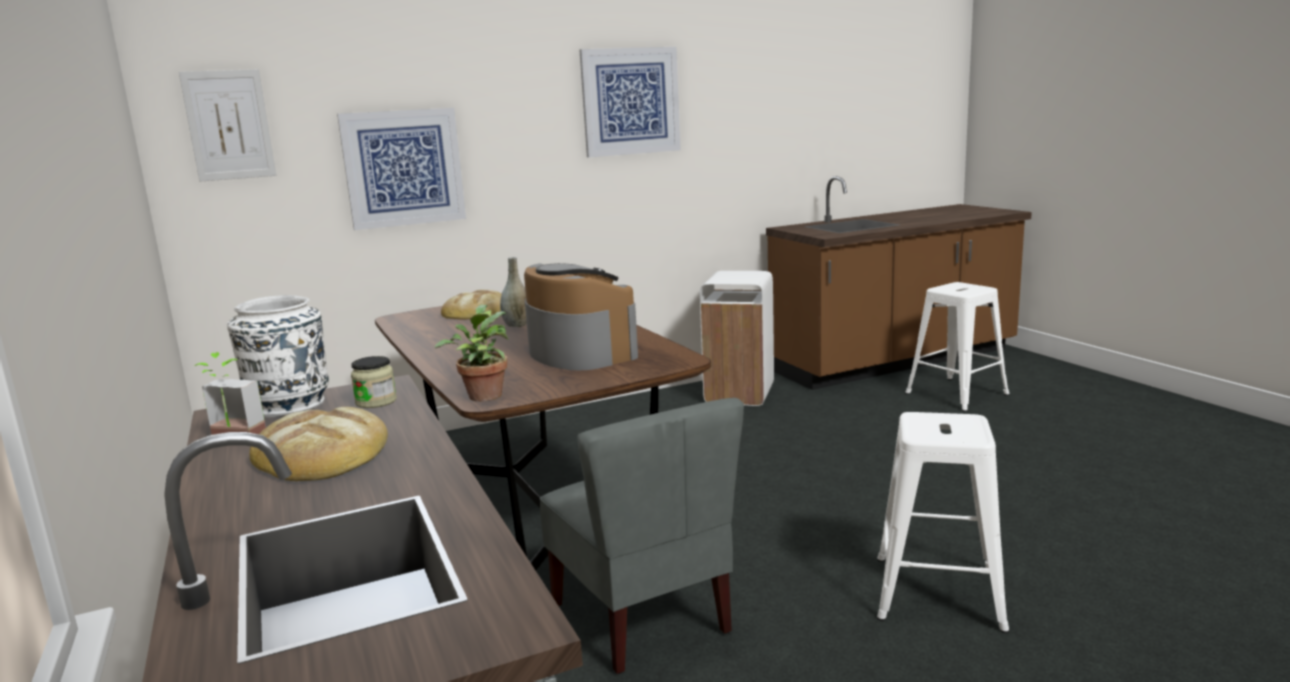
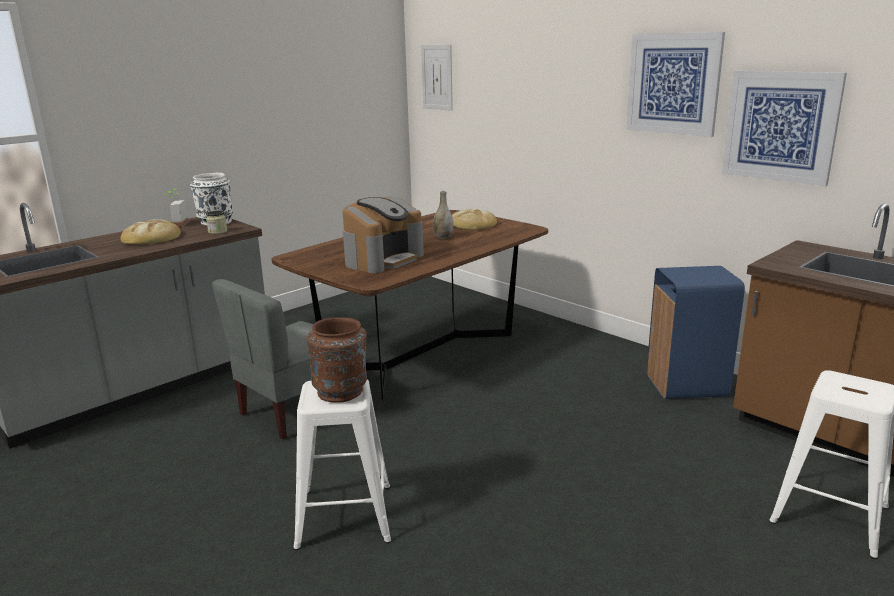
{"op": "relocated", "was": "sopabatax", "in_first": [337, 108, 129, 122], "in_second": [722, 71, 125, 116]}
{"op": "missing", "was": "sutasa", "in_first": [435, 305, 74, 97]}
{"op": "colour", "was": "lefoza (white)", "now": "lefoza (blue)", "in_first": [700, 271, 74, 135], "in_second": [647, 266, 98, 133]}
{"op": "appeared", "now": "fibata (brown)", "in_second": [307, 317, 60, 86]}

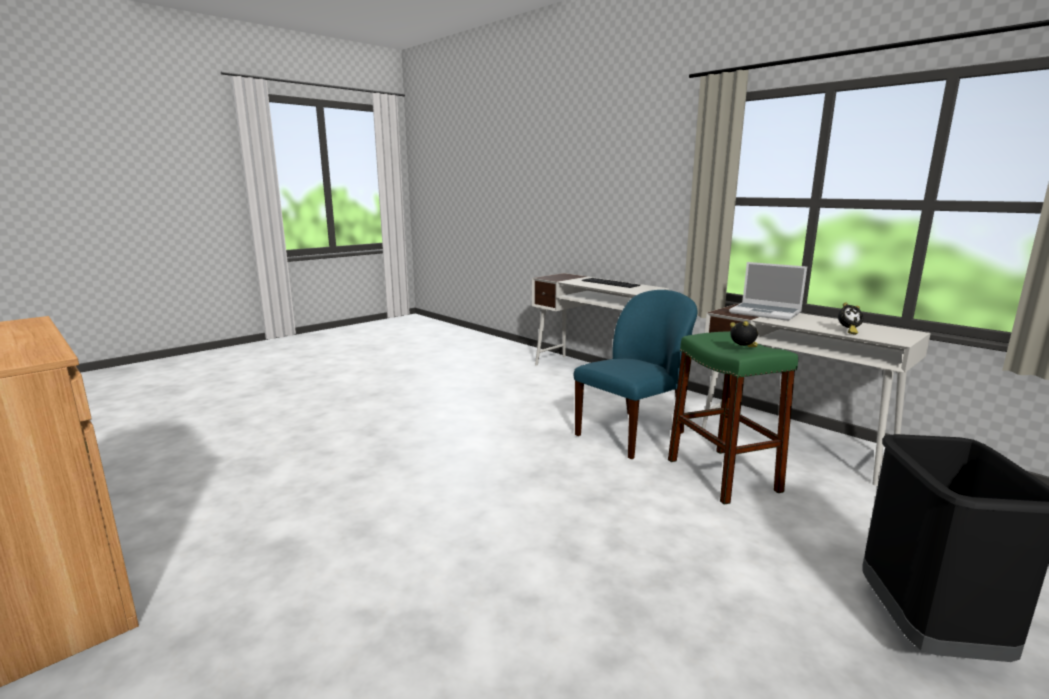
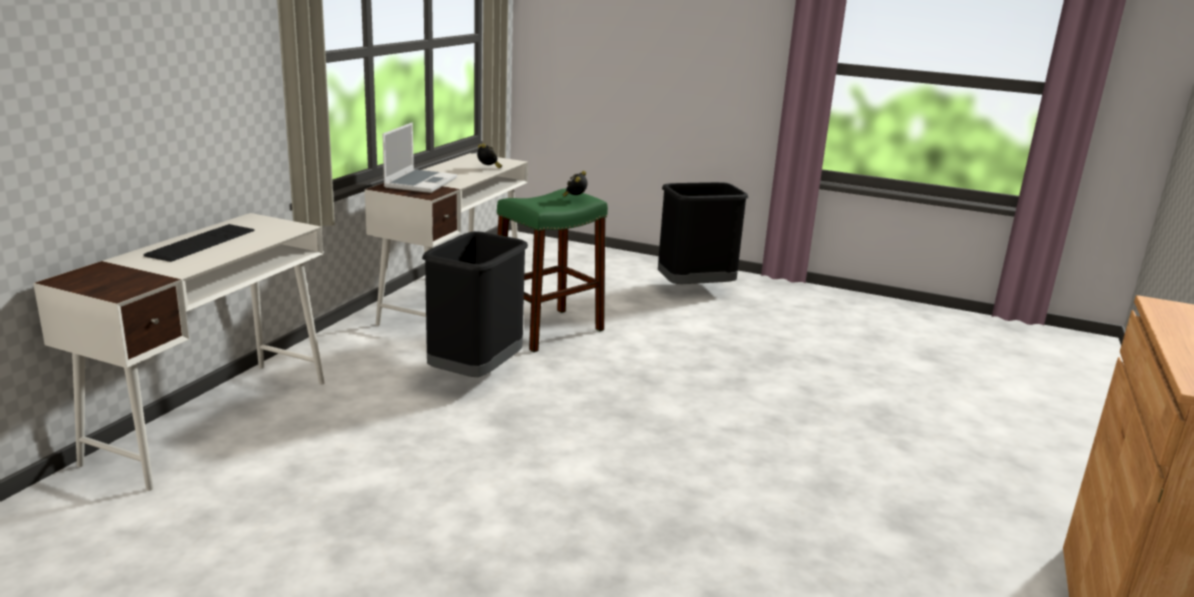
{"op": "exchanged", "was": "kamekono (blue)", "now": "lefoza (black)", "in_first": [573, 290, 124, 169], "in_second": [422, 231, 106, 146]}

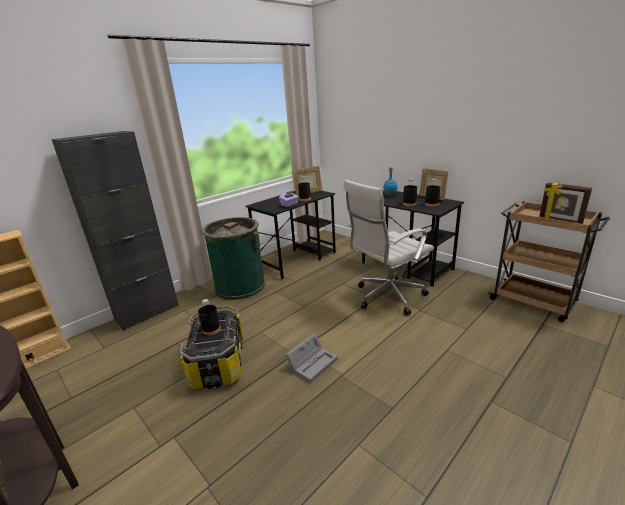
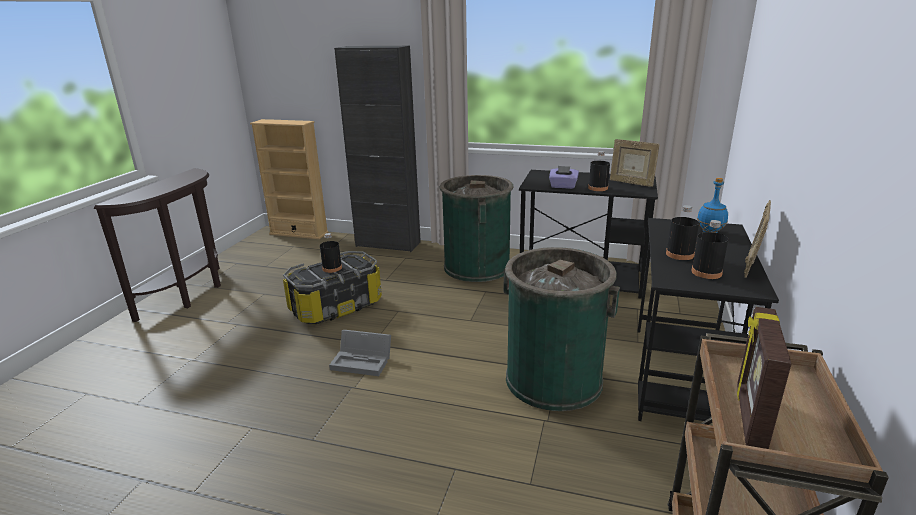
{"op": "exchanged", "was": "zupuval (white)", "now": "lefoza (green)", "in_first": [343, 180, 91, 135], "in_second": [504, 247, 116, 164]}

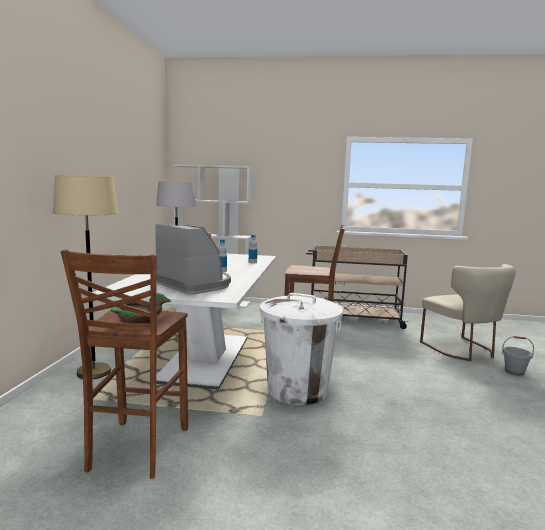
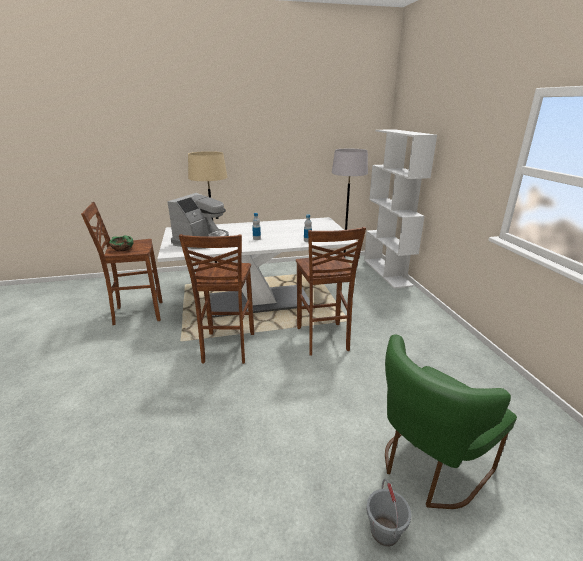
{"op": "exchanged", "was": "lefoza (white)", "now": "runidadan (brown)", "in_first": [260, 293, 83, 112], "in_second": [179, 234, 75, 130]}
{"op": "missing", "was": "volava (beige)", "in_first": [306, 245, 102, 84]}
{"op": "colour", "was": "kamekono (beige)", "now": "kamekono (green)", "in_first": [420, 264, 96, 97], "in_second": [385, 335, 132, 174]}

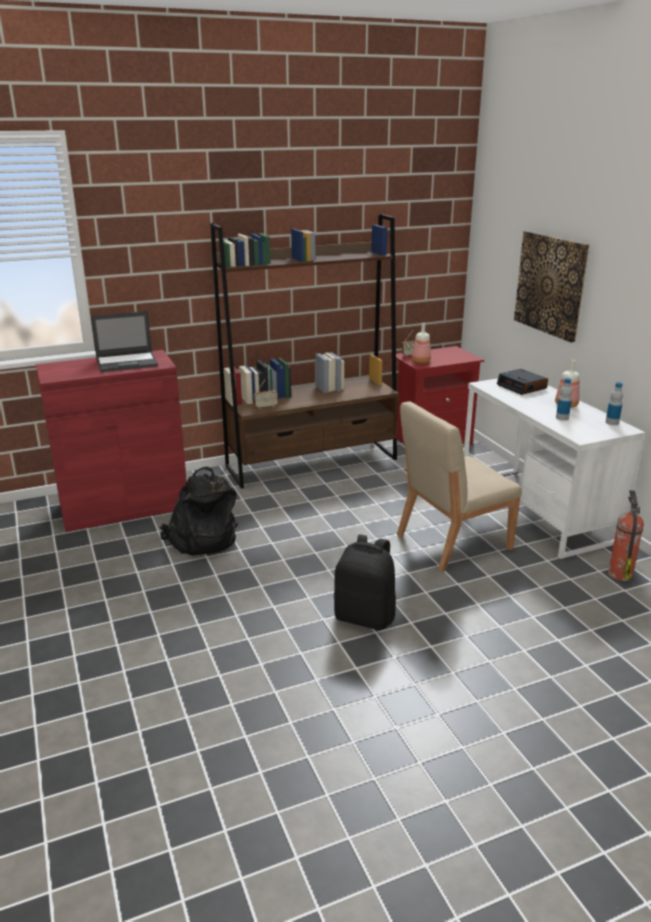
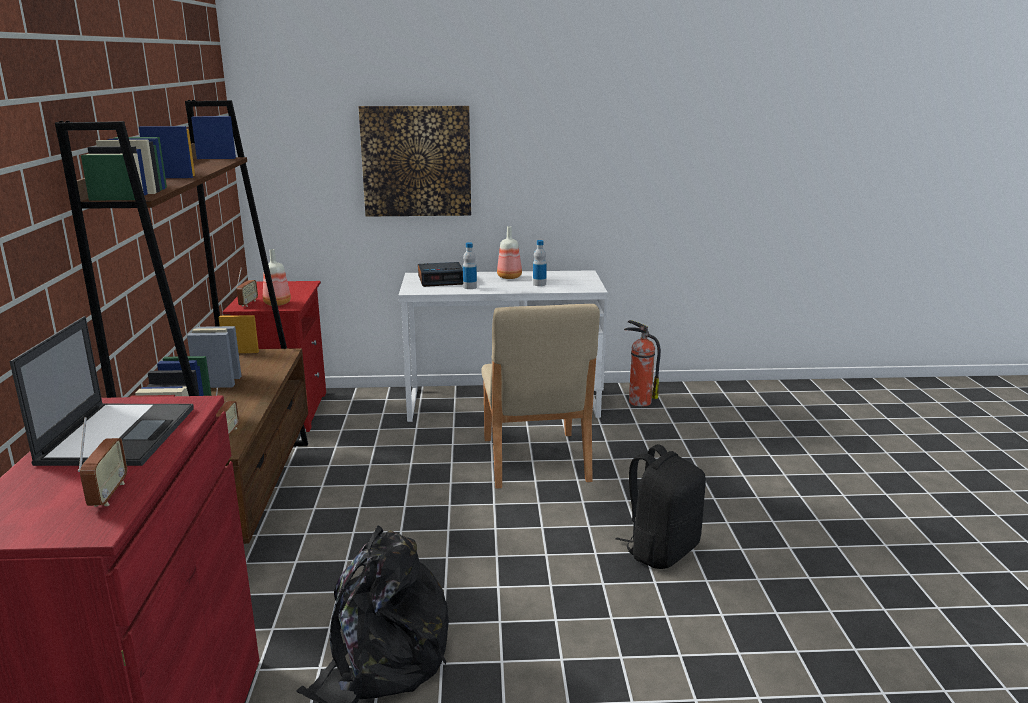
{"op": "relocated", "was": "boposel", "in_first": [606, 382, 17, 43], "in_second": [463, 242, 14, 47]}
{"op": "appeared", "now": "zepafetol", "in_second": [78, 417, 49, 90]}

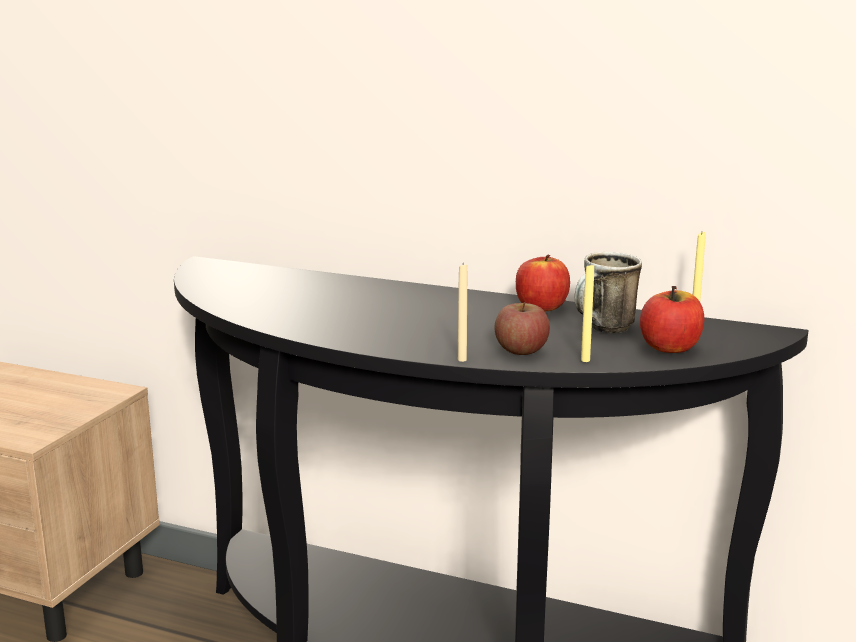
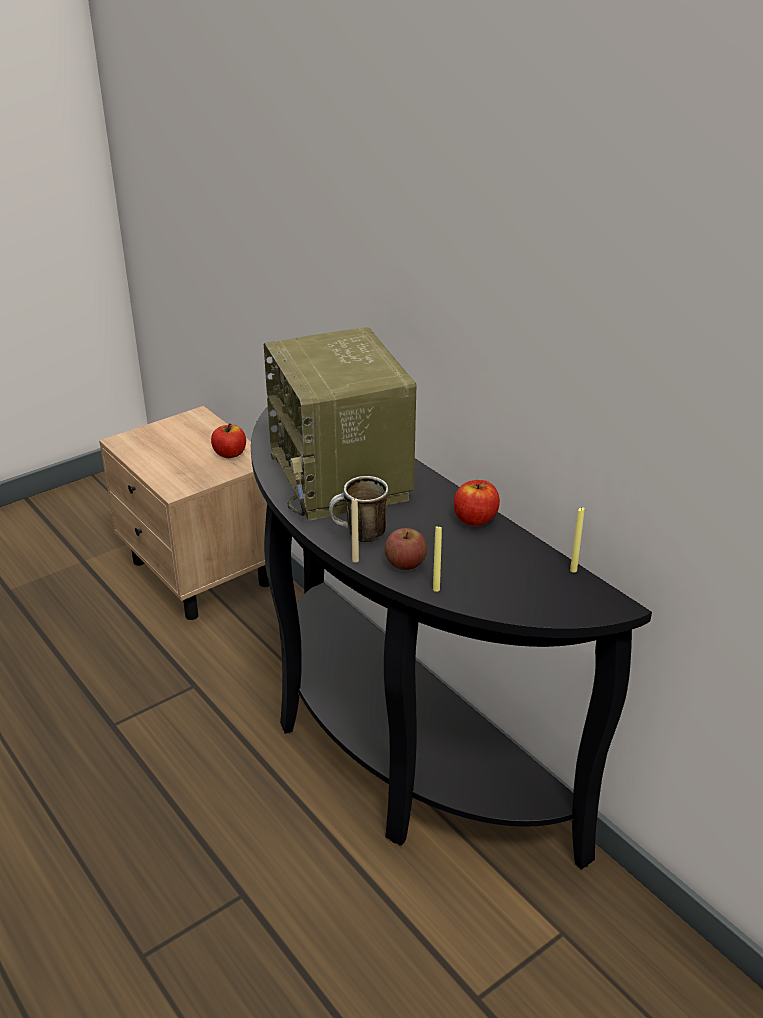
{"op": "relocated", "was": "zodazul", "in_first": [574, 252, 68, 81], "in_second": [329, 476, 59, 66]}
{"op": "relocated", "was": "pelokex", "in_first": [640, 286, 64, 67], "in_second": [211, 423, 35, 35]}
{"op": "appeared", "now": "zepafetol", "in_second": [264, 327, 153, 194]}

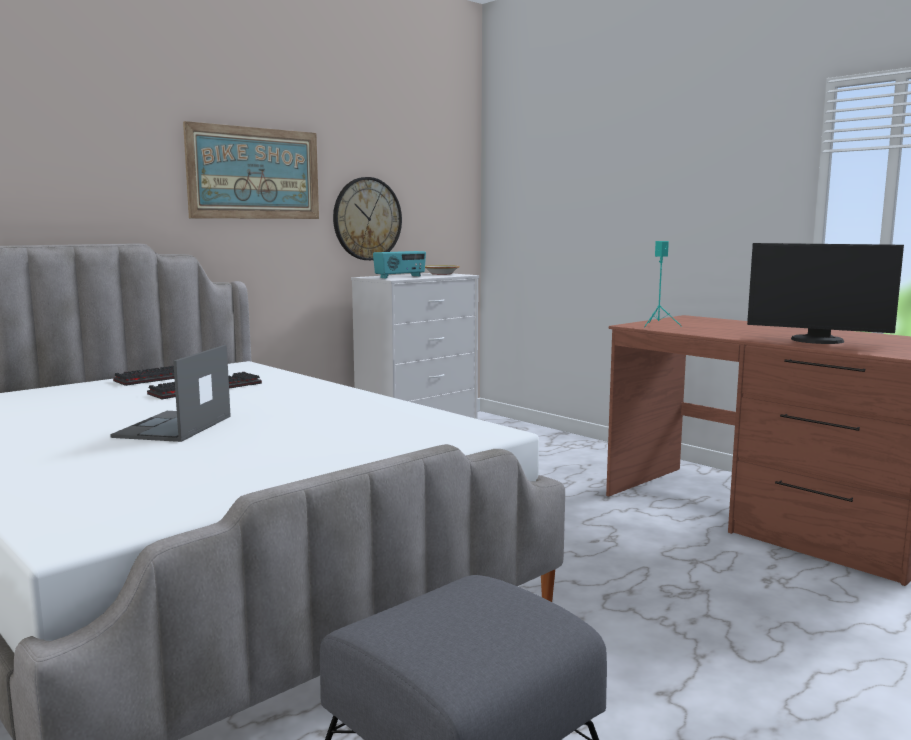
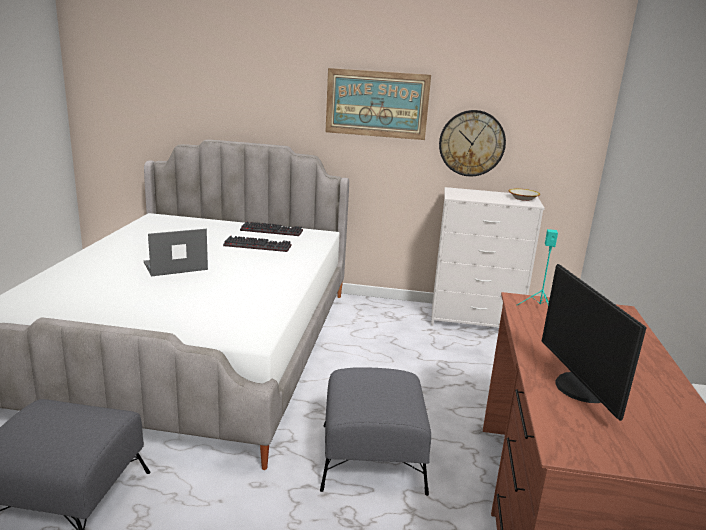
{"op": "missing", "was": "zepafetol", "in_first": [373, 251, 53, 27]}
{"op": "appeared", "now": "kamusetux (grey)", "in_second": [320, 367, 111, 129]}

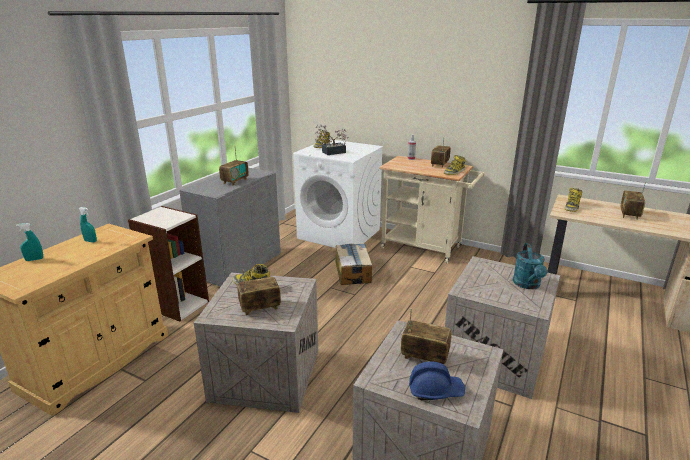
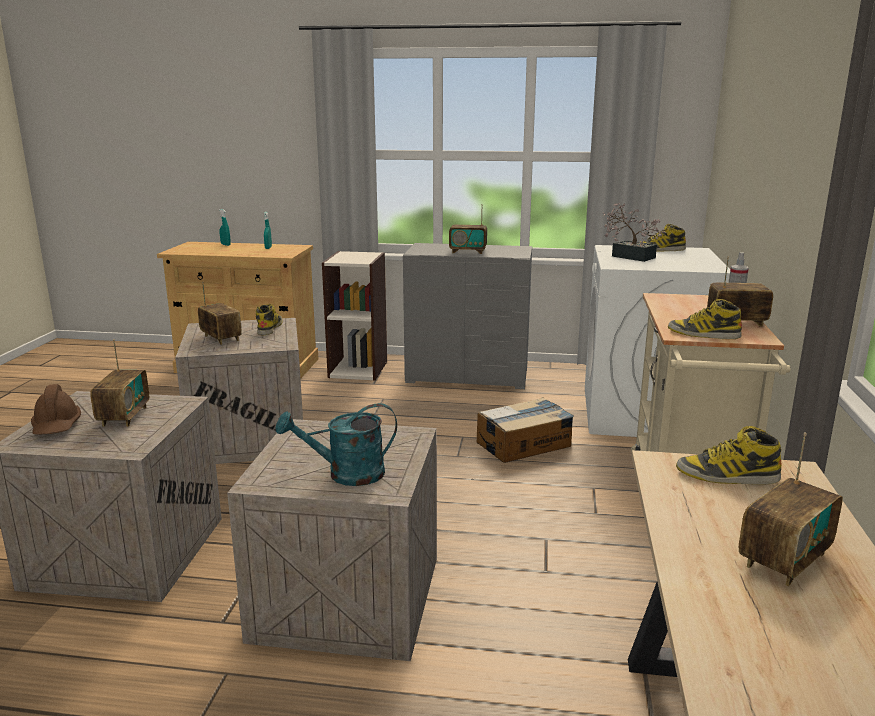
{"op": "colour", "was": "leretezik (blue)", "now": "leretezik (brown)", "in_first": [409, 361, 56, 39], "in_second": [31, 384, 50, 50]}
{"op": "spun", "was": "zepafetol", "in_first": [620, 182, 26, 38], "in_second": [739, 432, 104, 154], "clockwise": 135}

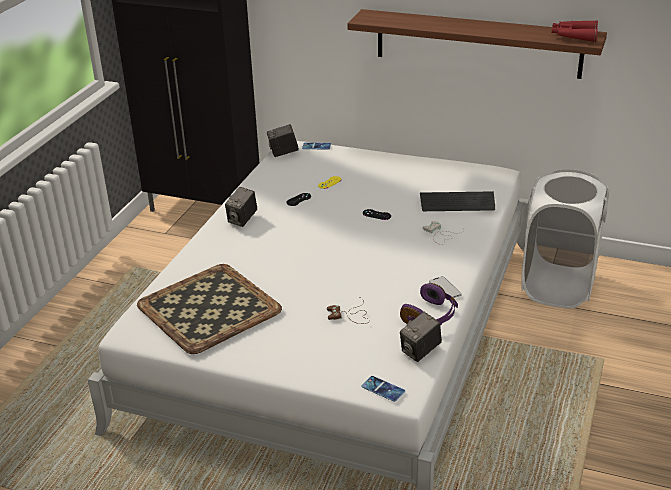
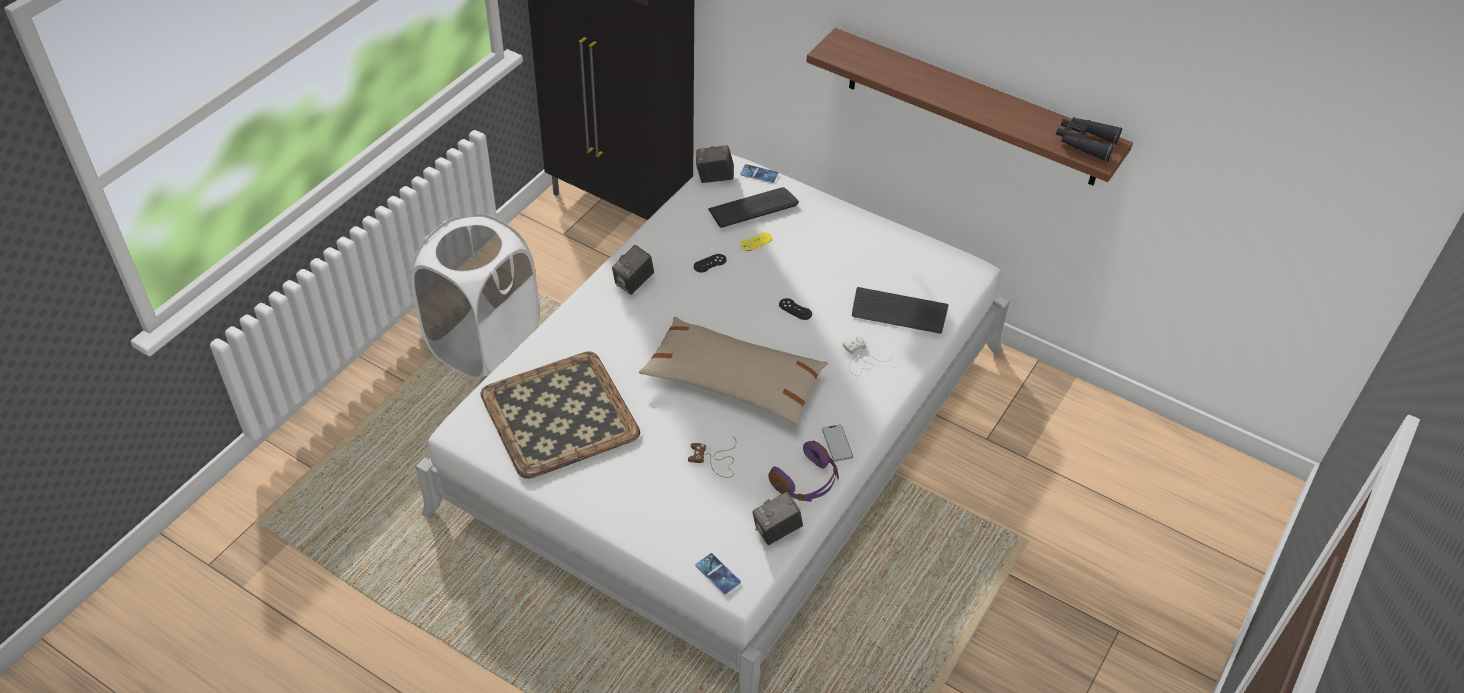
{"op": "relocated", "was": "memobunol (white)", "in_first": [521, 169, 88, 139], "in_second": [411, 213, 129, 167]}
{"op": "colour", "was": "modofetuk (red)", "now": "modofetuk (black)", "in_first": [552, 20, 46, 22], "in_second": [1056, 117, 66, 45]}
{"op": "appeared", "now": "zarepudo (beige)", "in_second": [639, 317, 189, 108]}
{"op": "appeared", "now": "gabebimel", "in_second": [708, 187, 91, 41]}

